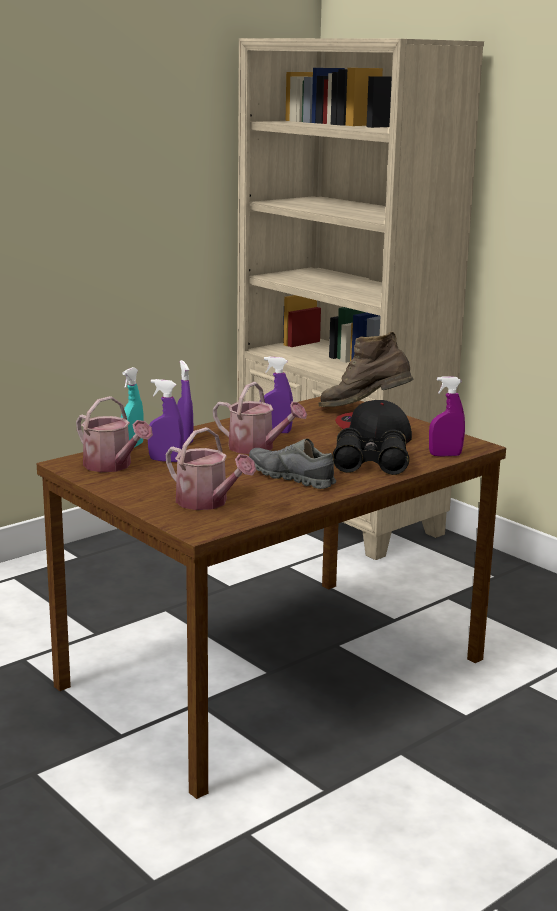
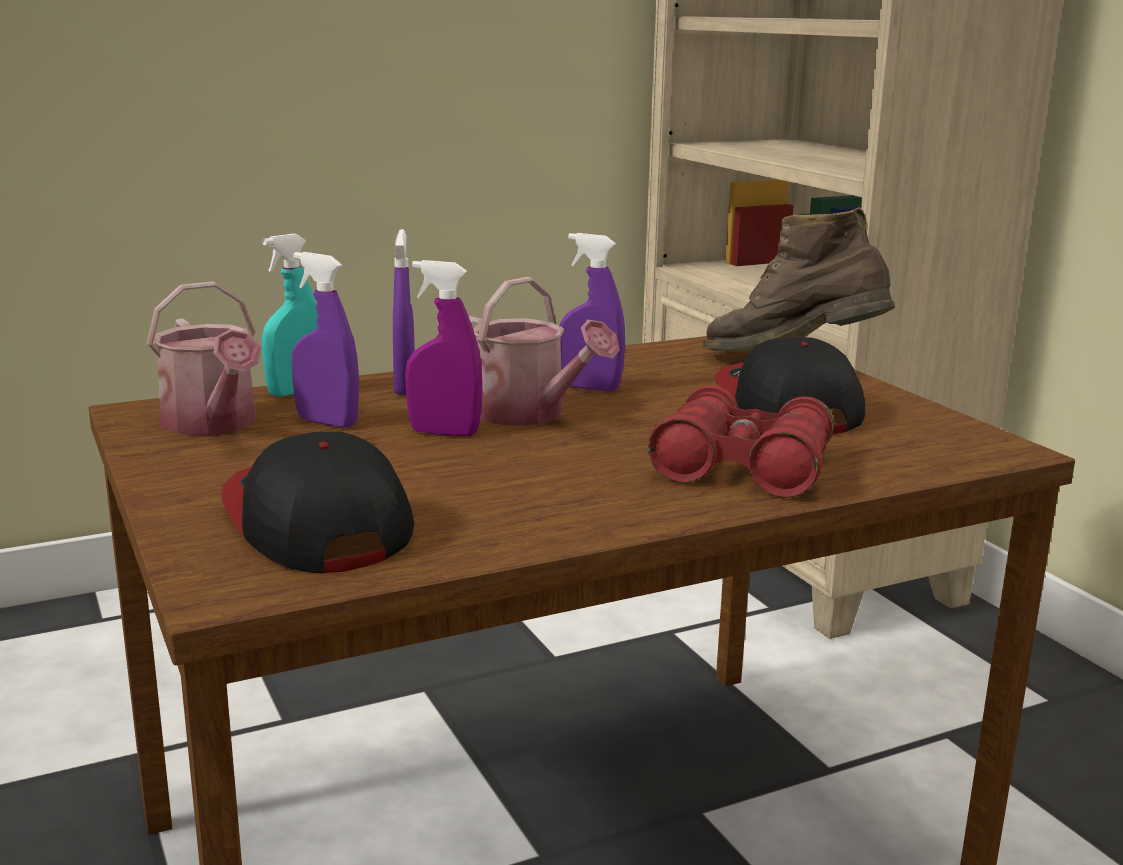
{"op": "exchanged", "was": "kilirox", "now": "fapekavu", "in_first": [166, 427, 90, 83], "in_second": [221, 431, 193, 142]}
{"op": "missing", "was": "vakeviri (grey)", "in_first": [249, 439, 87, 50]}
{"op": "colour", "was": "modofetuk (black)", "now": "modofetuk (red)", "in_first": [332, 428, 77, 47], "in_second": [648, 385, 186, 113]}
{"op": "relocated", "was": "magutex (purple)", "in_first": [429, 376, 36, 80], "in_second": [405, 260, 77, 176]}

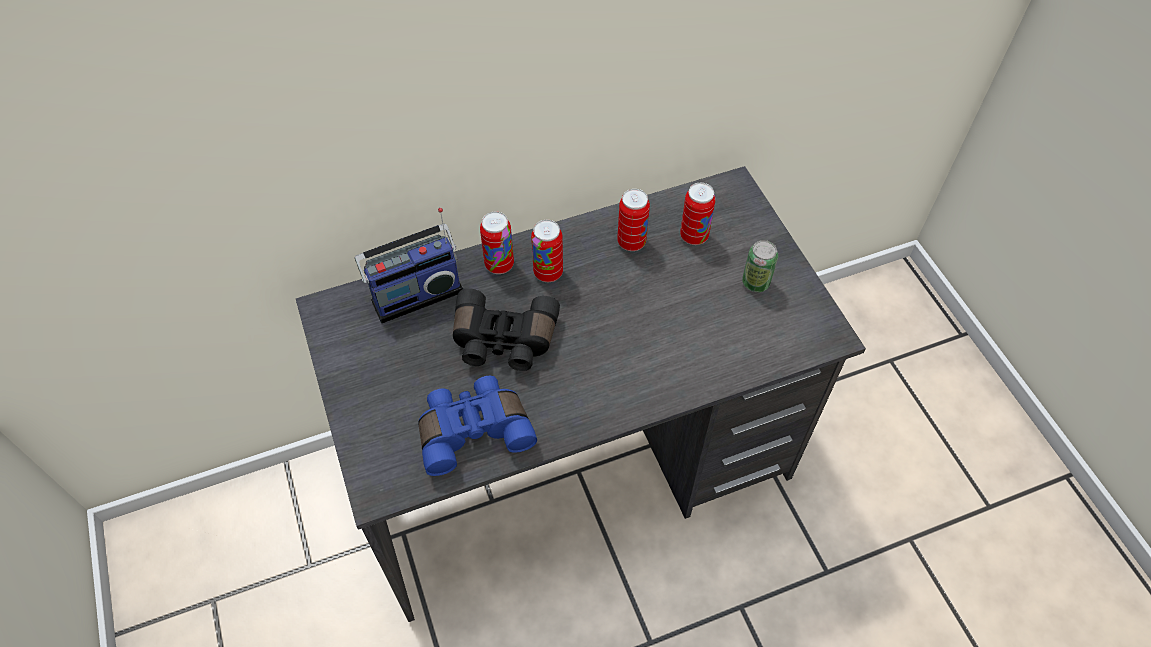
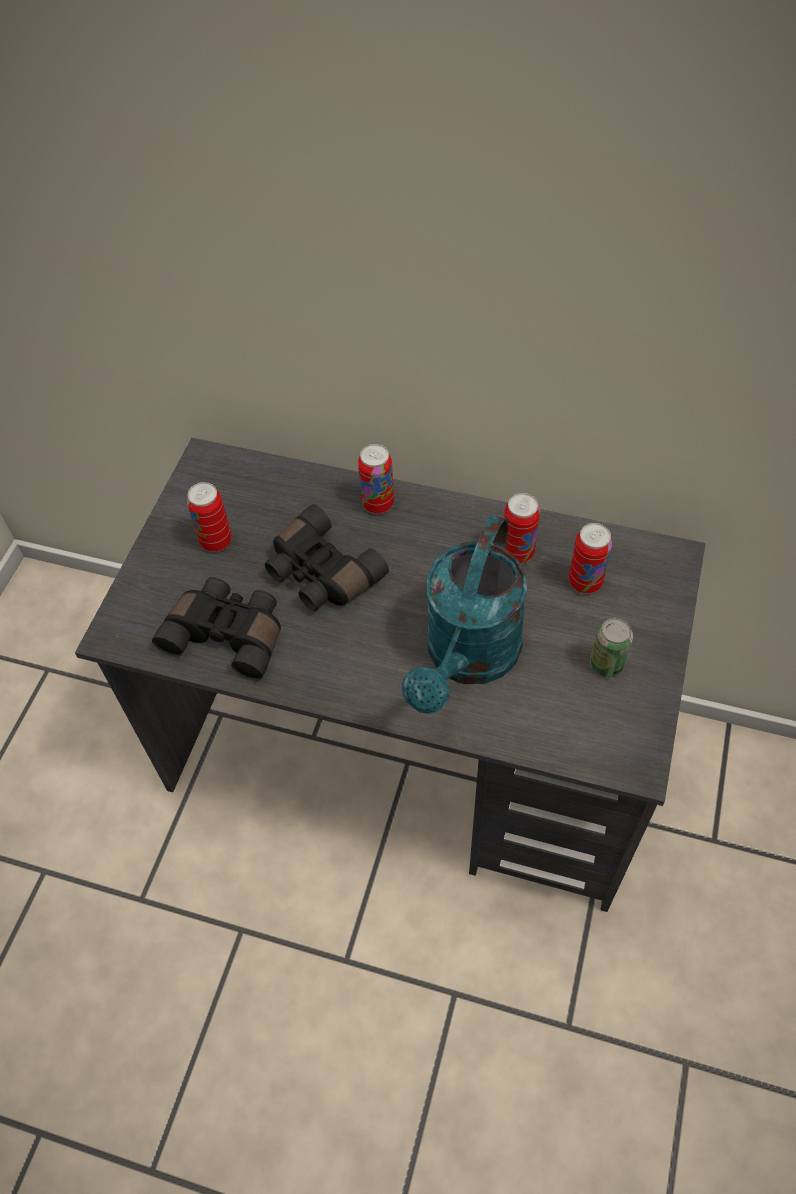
{"op": "missing", "was": "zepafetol", "in_first": [355, 208, 108, 115]}
{"op": "colour", "was": "modofetuk (blue)", "now": "modofetuk (black)", "in_first": [418, 376, 119, 100], "in_second": [152, 577, 129, 104]}
{"op": "relocated", "was": "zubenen", "in_first": [531, 220, 32, 62], "in_second": [187, 482, 45, 70]}
{"op": "appeared", "now": "kilirox (turquoise)", "in_second": [402, 515, 125, 199]}

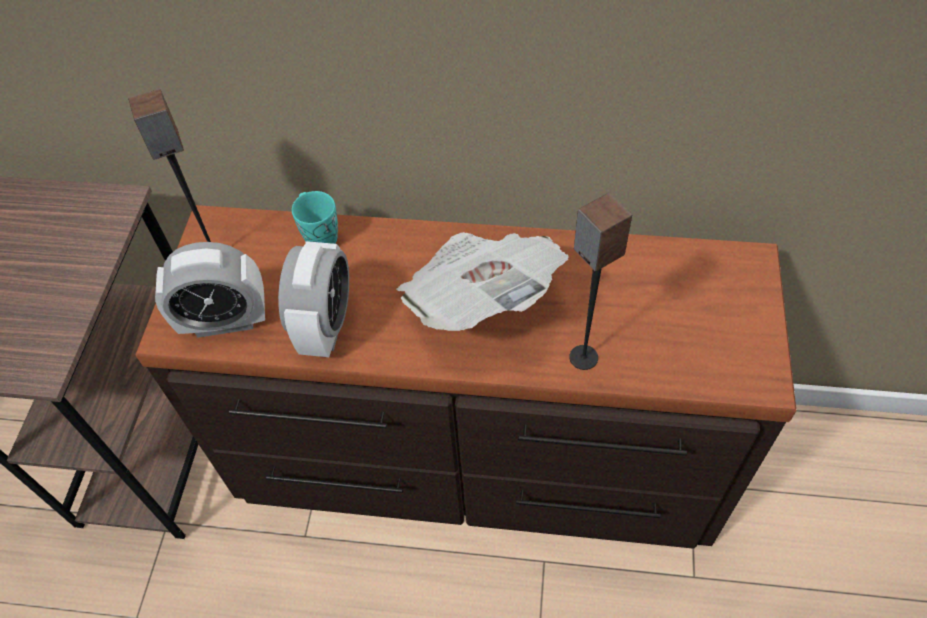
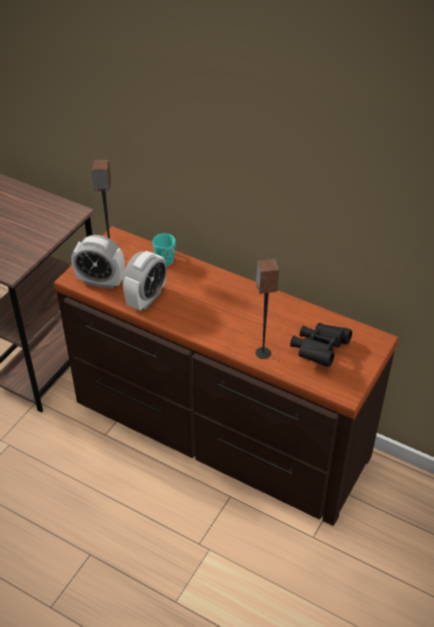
{"op": "missing", "was": "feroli", "in_first": [397, 232, 172, 99]}
{"op": "appeared", "now": "modofetuk (black)", "in_second": [290, 323, 62, 44]}

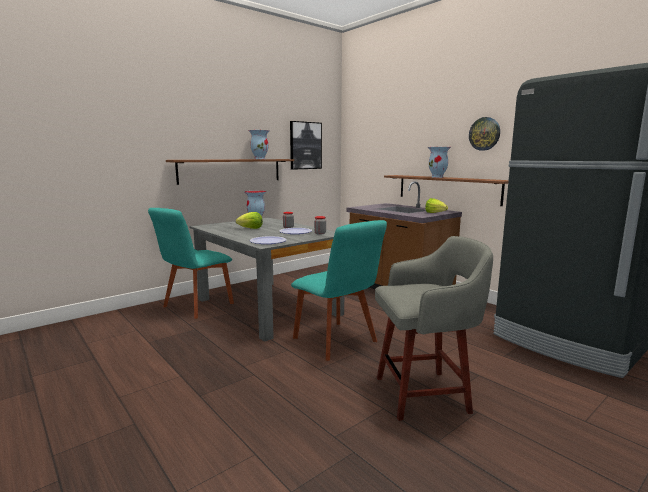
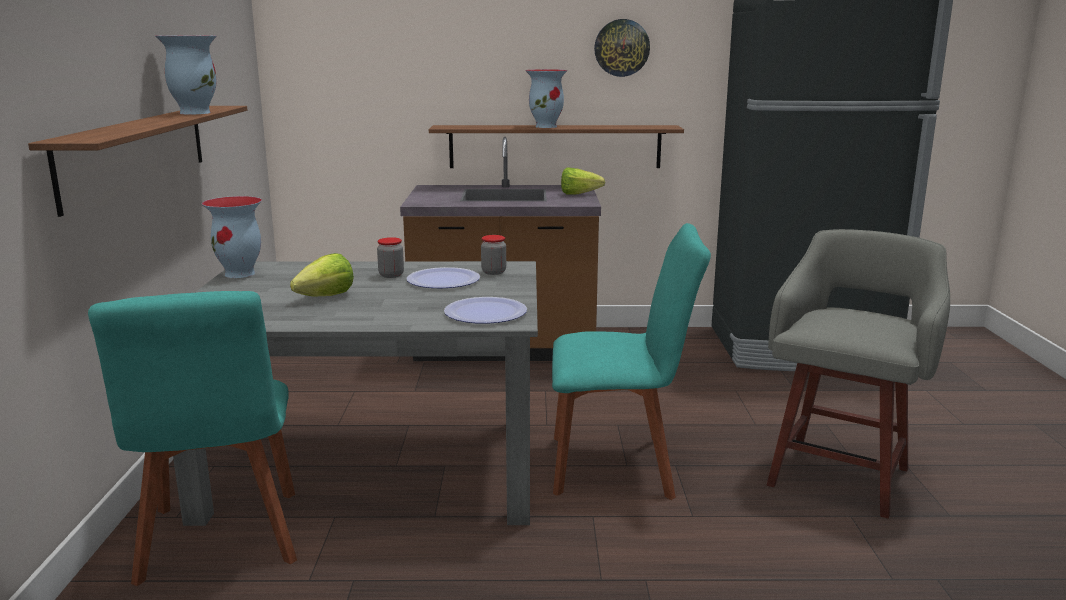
{"op": "missing", "was": "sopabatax", "in_first": [290, 121, 32, 49]}

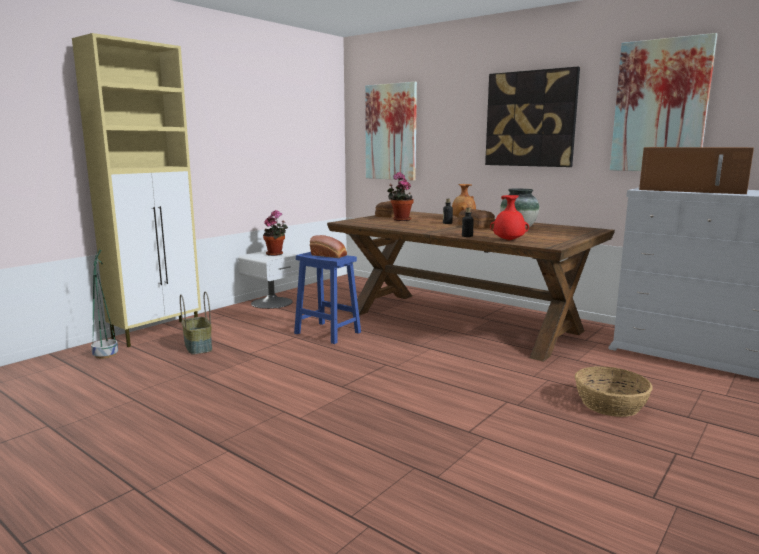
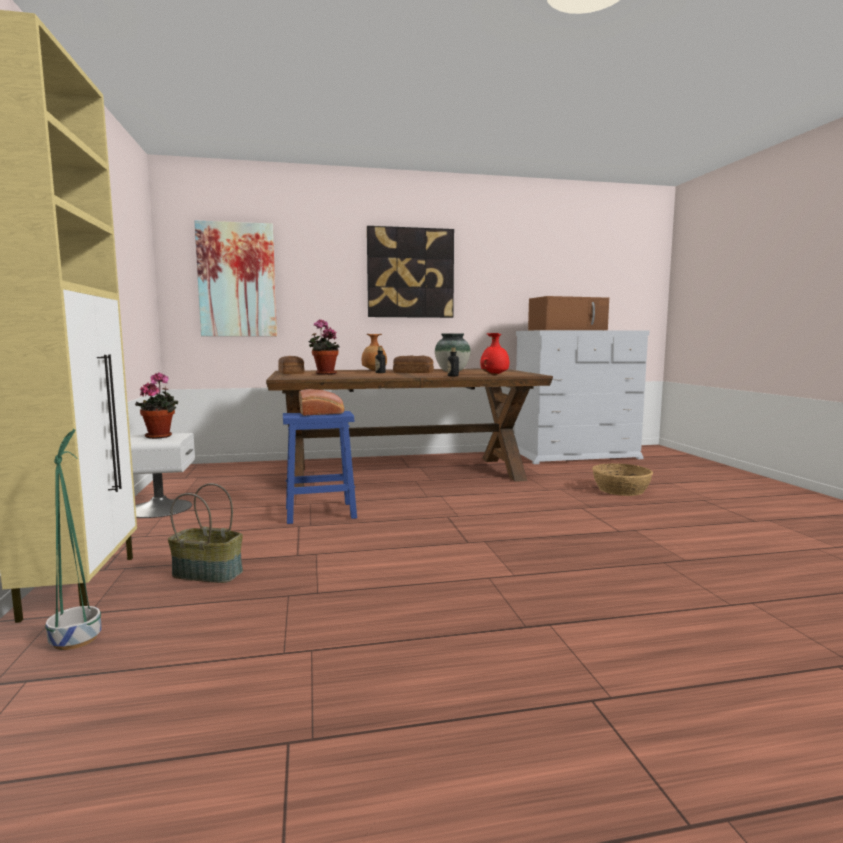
{"op": "missing", "was": "sopabatax", "in_first": [610, 33, 107, 138]}

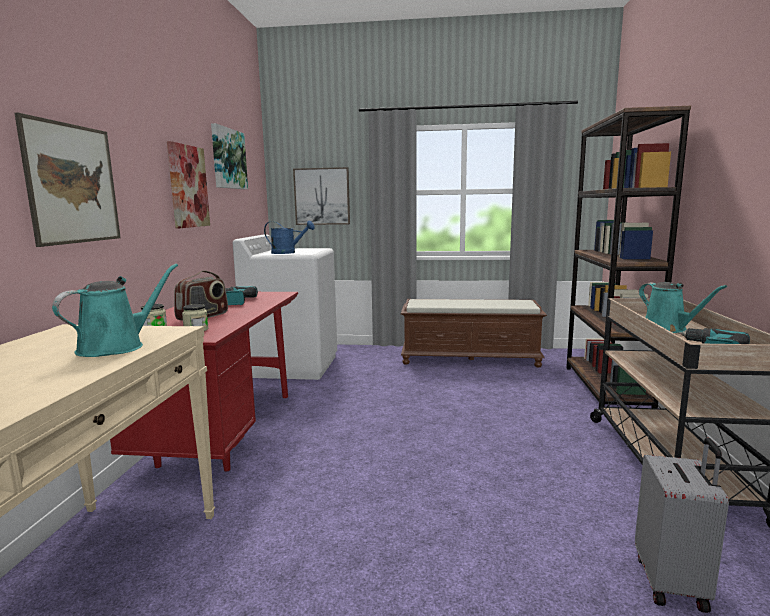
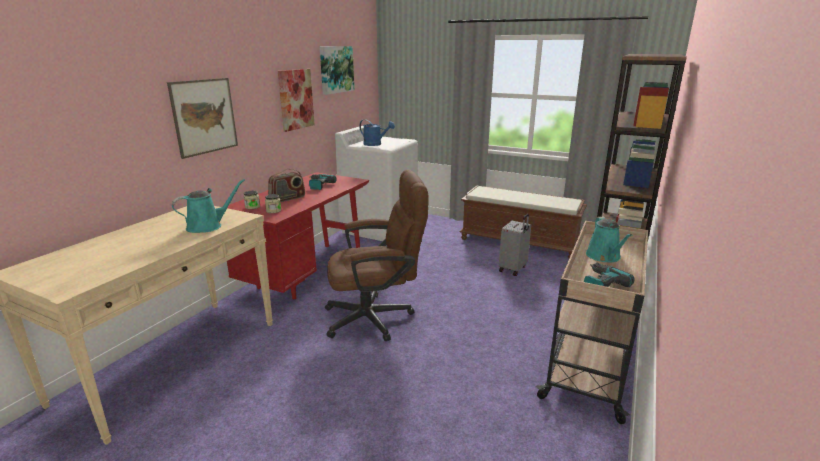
{"op": "missing", "was": "sopabatax", "in_first": [293, 167, 57, 58]}
{"op": "relocated", "was": "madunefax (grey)", "in_first": [635, 438, 94, 175], "in_second": [499, 214, 32, 62]}
{"op": "appeared", "now": "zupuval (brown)", "in_second": [325, 169, 104, 172]}

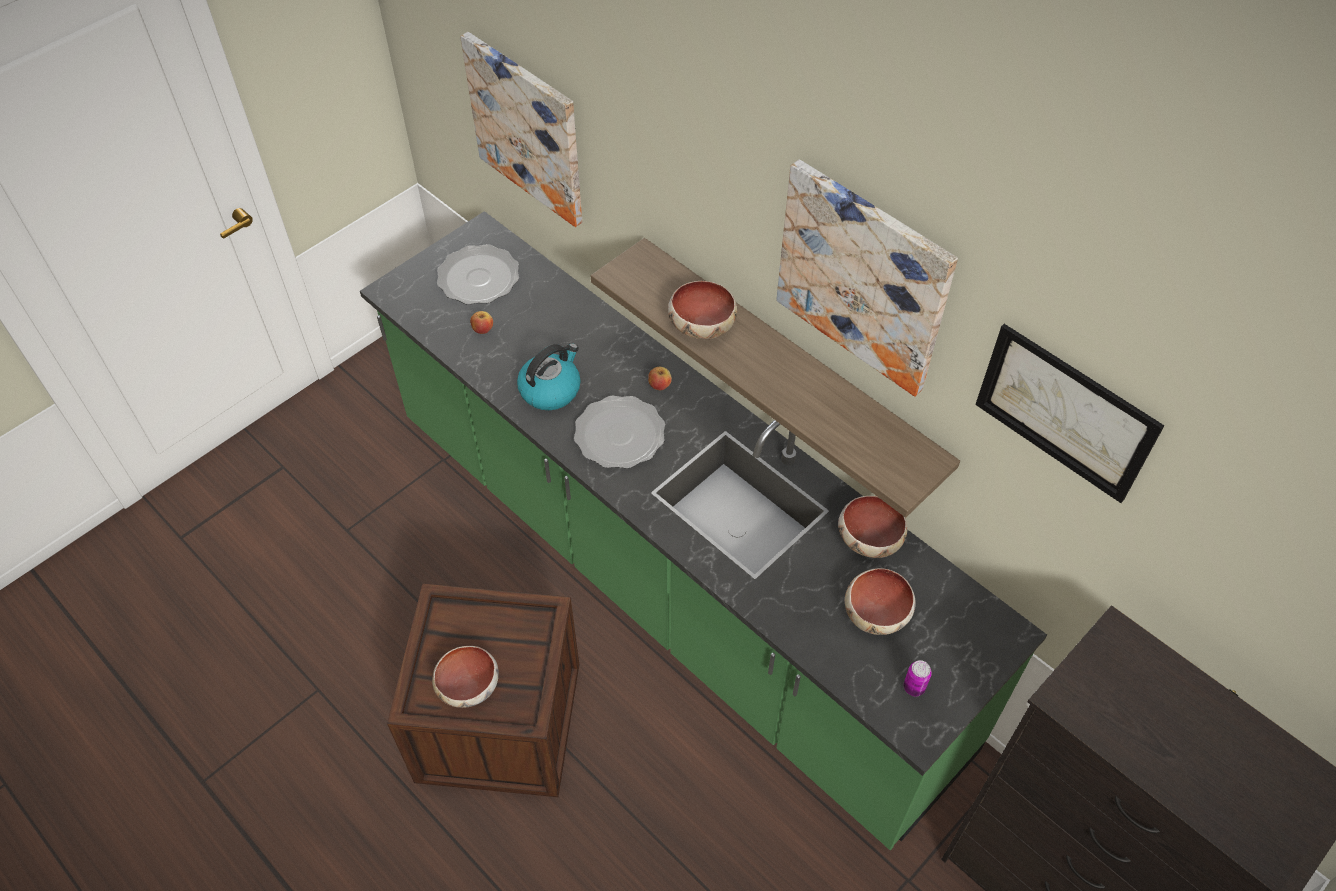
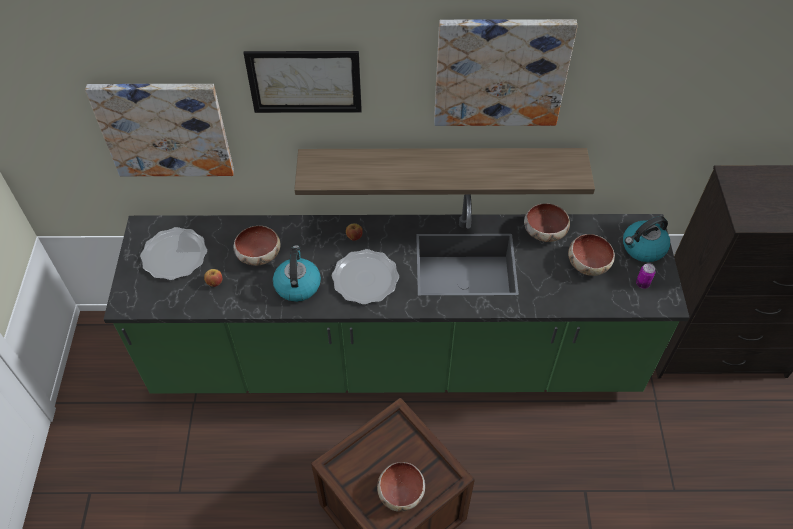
{"op": "relocated", "was": "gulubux", "in_first": [668, 281, 69, 58], "in_second": [233, 226, 48, 40]}
{"op": "relocated", "was": "sopabatax", "in_first": [975, 324, 189, 179], "in_second": [244, 51, 118, 62]}
{"op": "appeared", "now": "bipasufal", "in_second": [623, 216, 47, 46]}

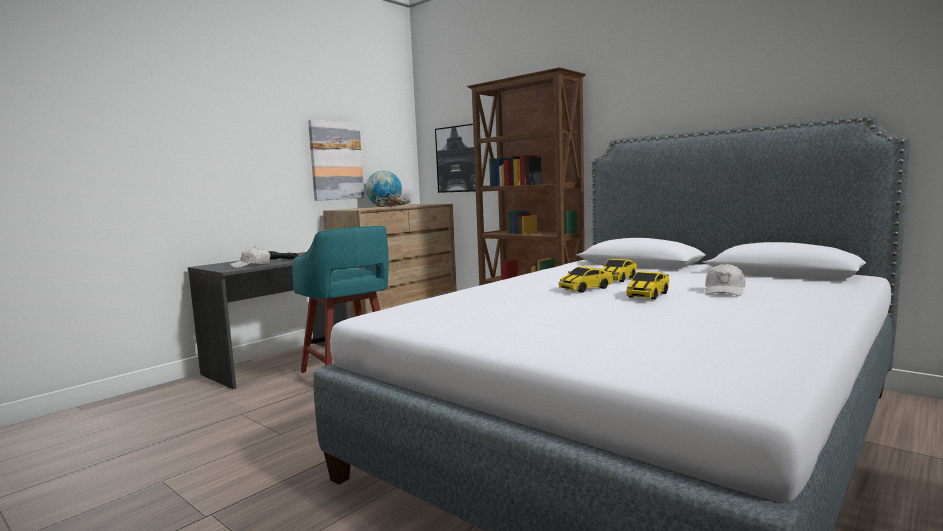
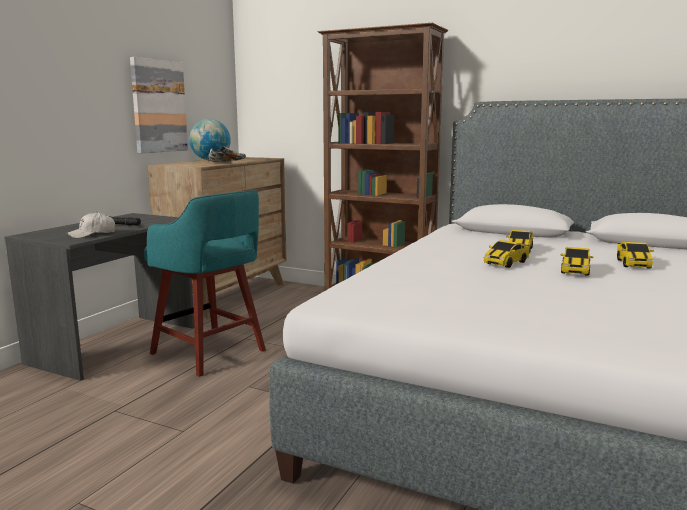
{"op": "missing", "was": "sopabatax", "in_first": [435, 124, 41, 69]}
{"op": "exchanged", "was": "fapekavu (white)", "now": "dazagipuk", "in_first": [705, 263, 40, 33], "in_second": [617, 242, 37, 26]}

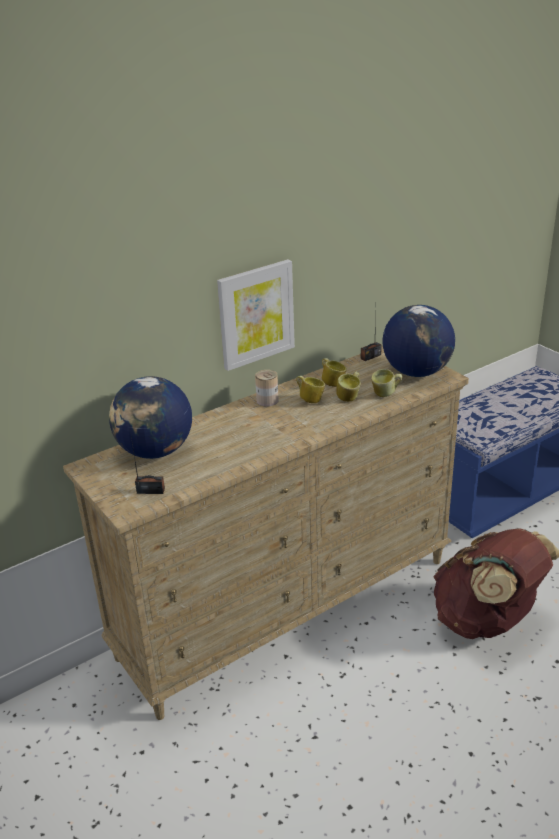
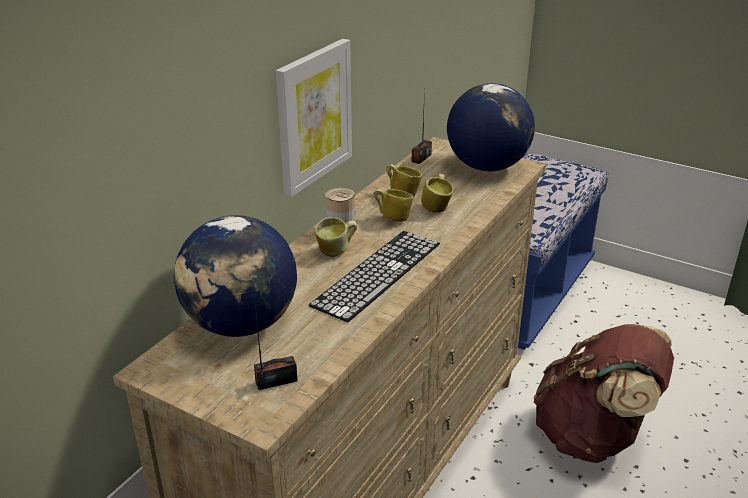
{"op": "relocated", "was": "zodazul", "in_first": [371, 369, 31, 28], "in_second": [315, 217, 42, 40]}
{"op": "appeared", "now": "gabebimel", "in_second": [309, 231, 131, 91]}

